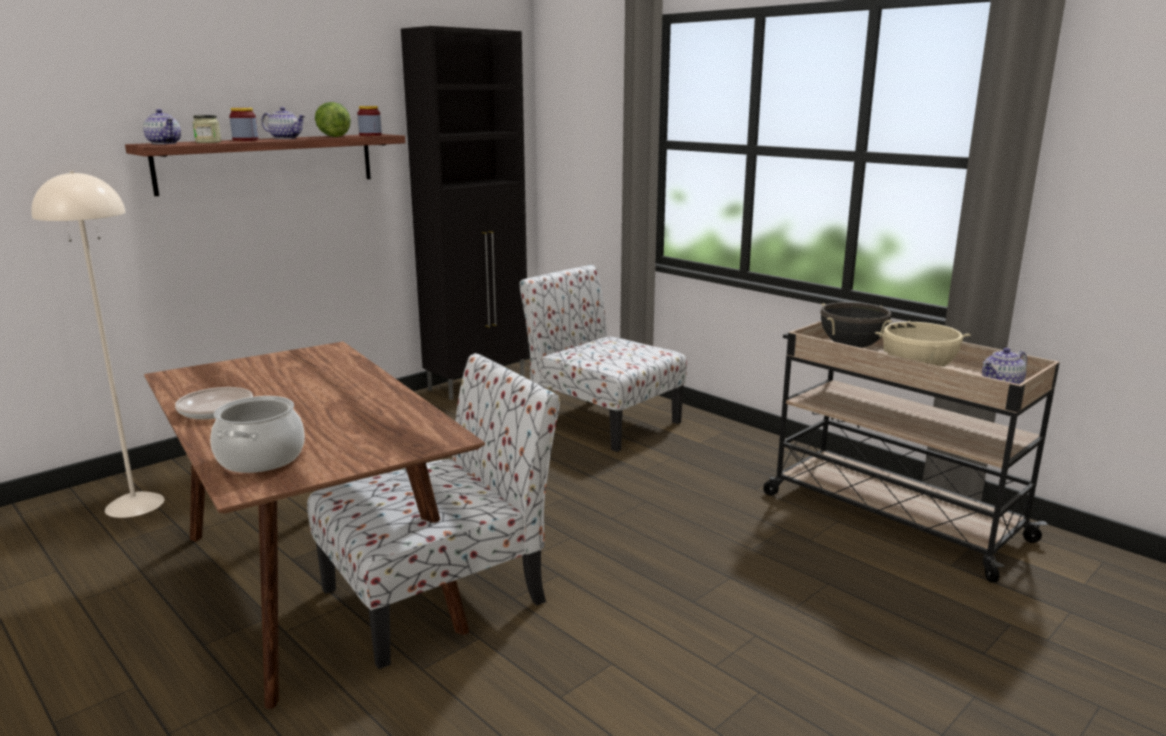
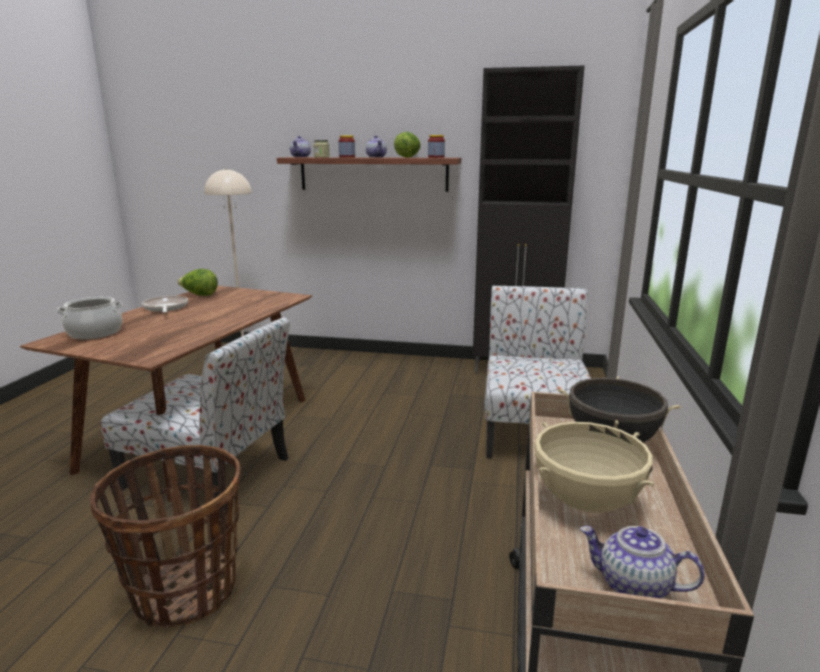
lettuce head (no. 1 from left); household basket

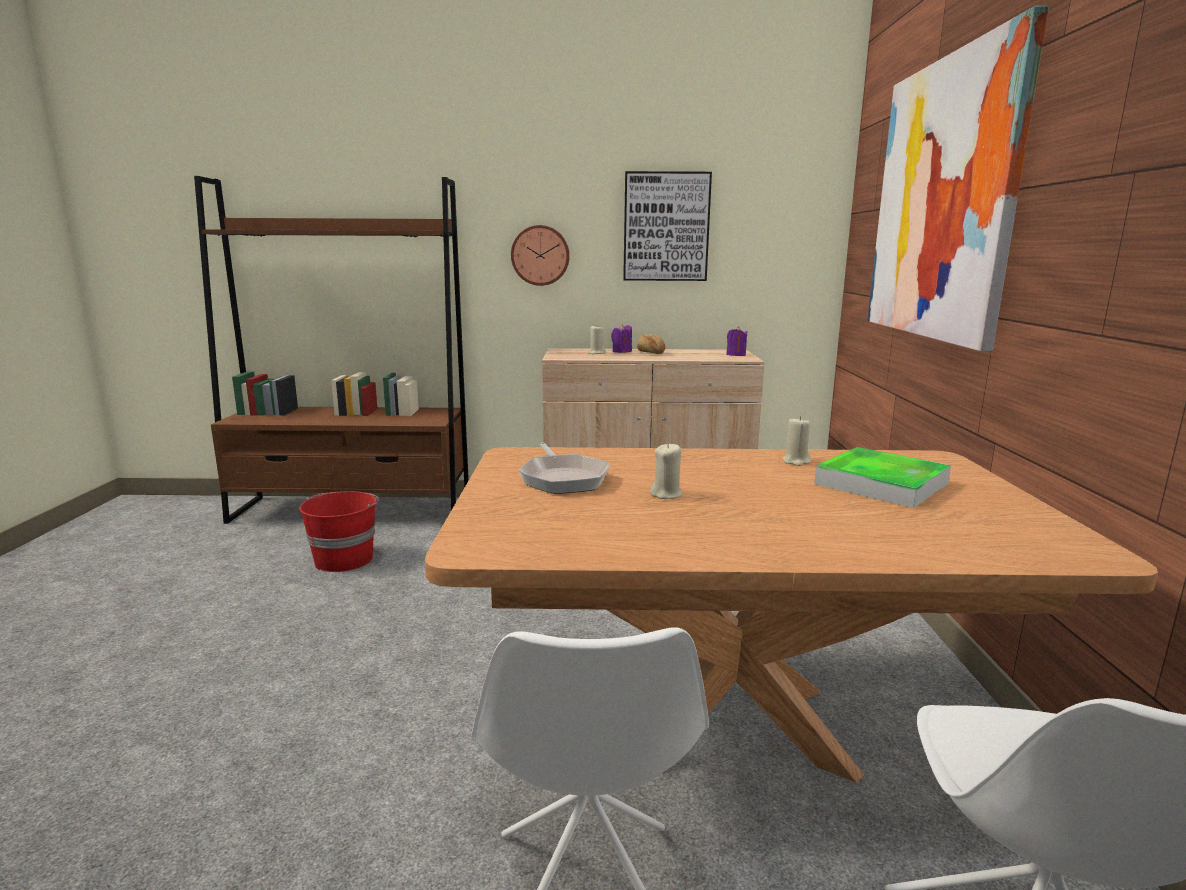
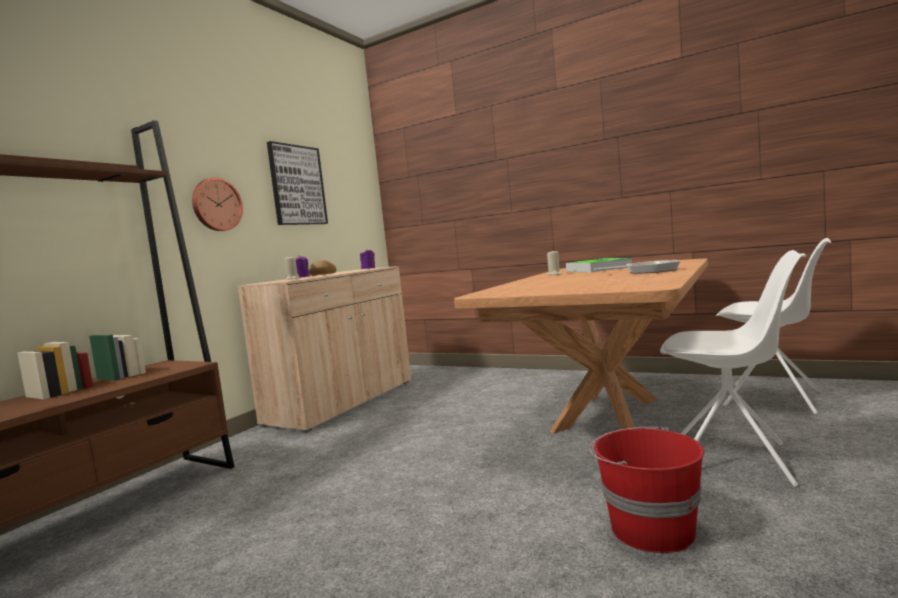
wall art (no. 2 from left in the first image); pan; beige candle (no. 2 from left in the first image); red-coloured water bucket

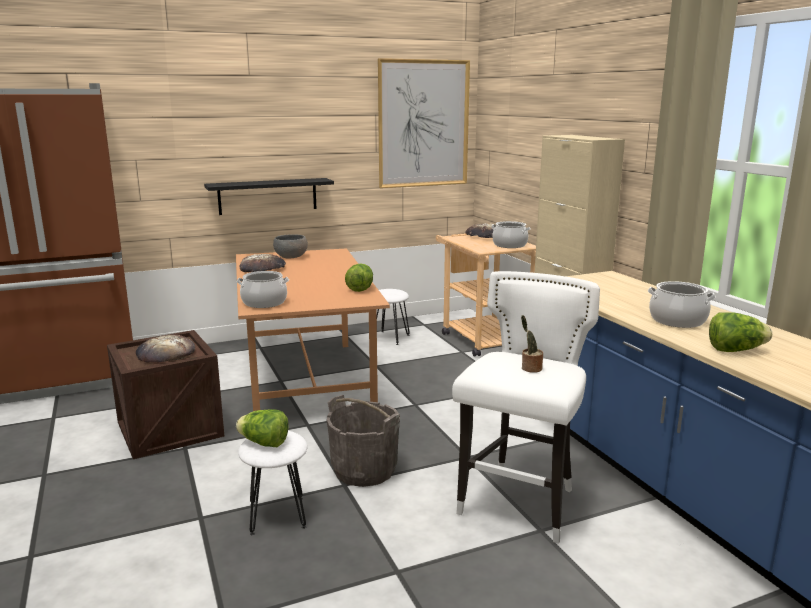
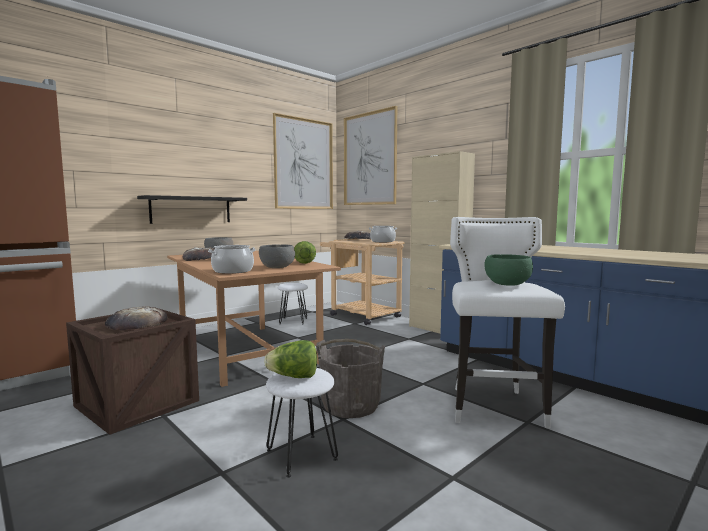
cooking pot (no. 3 from left in the first image); lettuce head (no. 3 from left in the first image); green-coloured serving bowl; wall art (no. 2 from left); grey serving bowl (no. 2 from left)

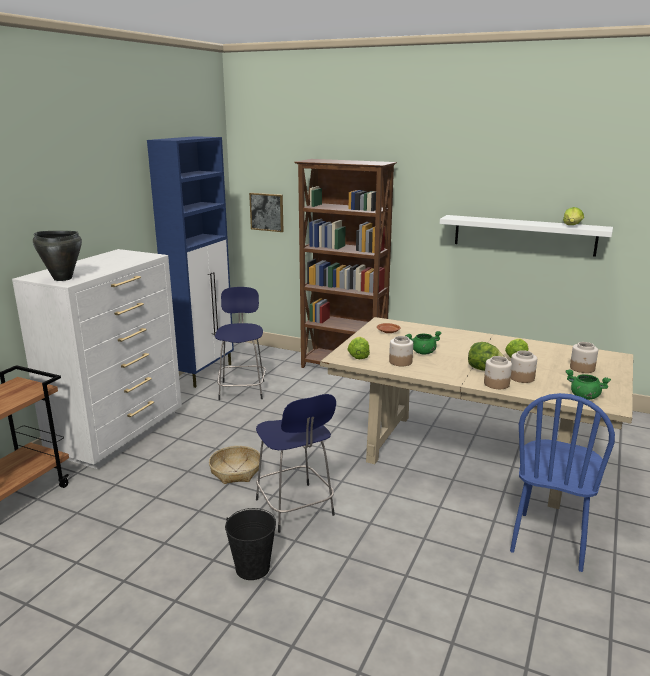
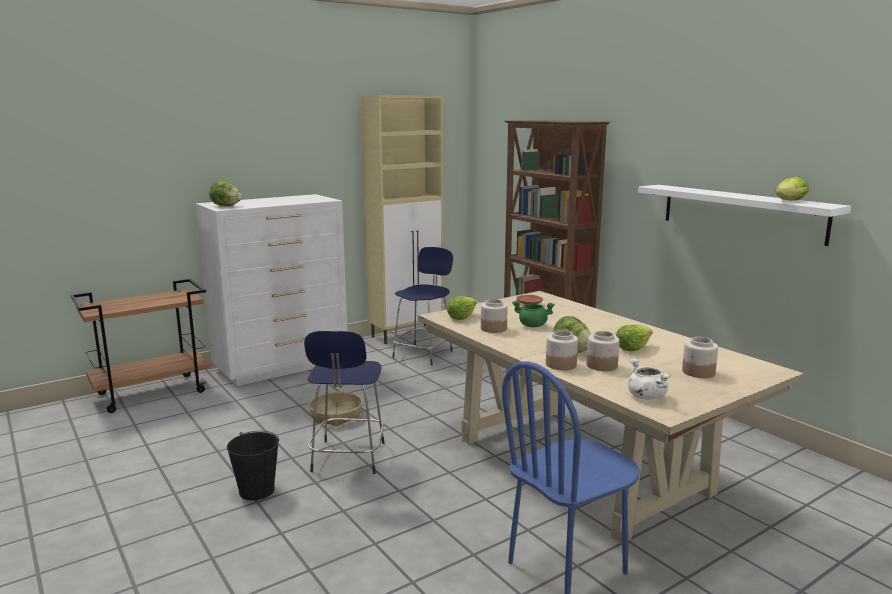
beige storage cabinet; wall art; lettuce head (no. 1 from left); white-coloured cooking pot

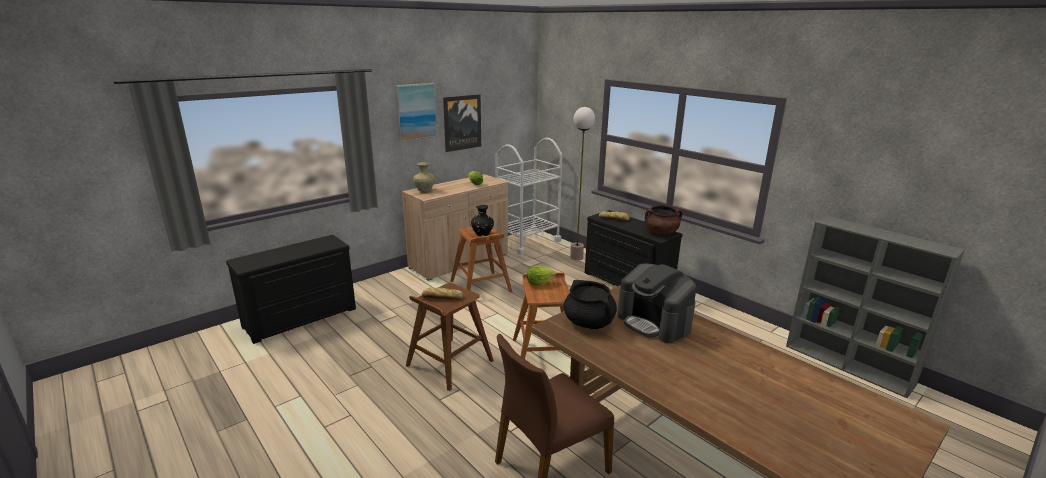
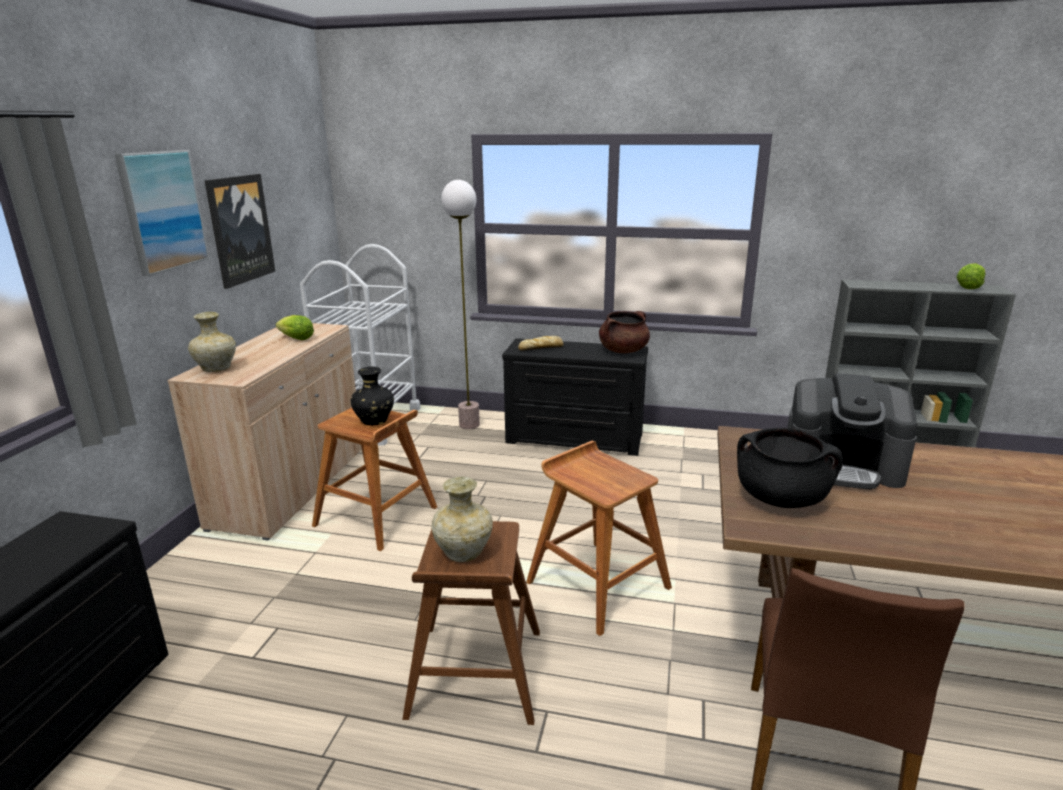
lettuce head (no. 2 from left); beige vase (no. 2 from left)

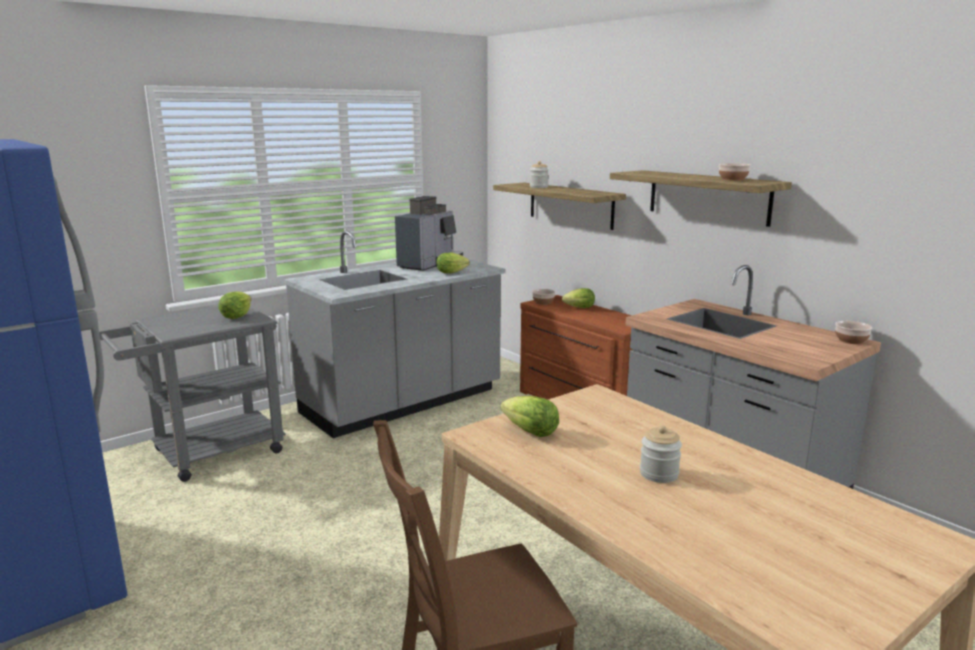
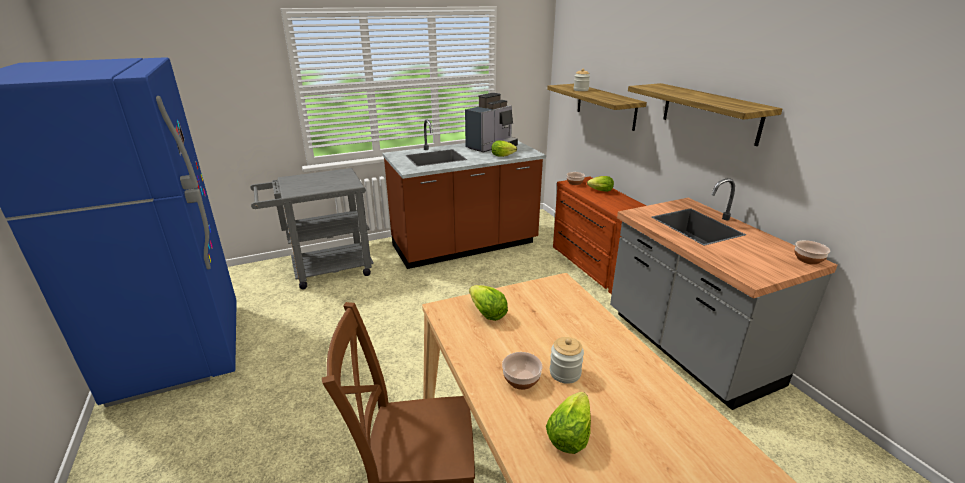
serving bowl (no. 1 from left); brown counter; lettuce head (no. 3 from left)

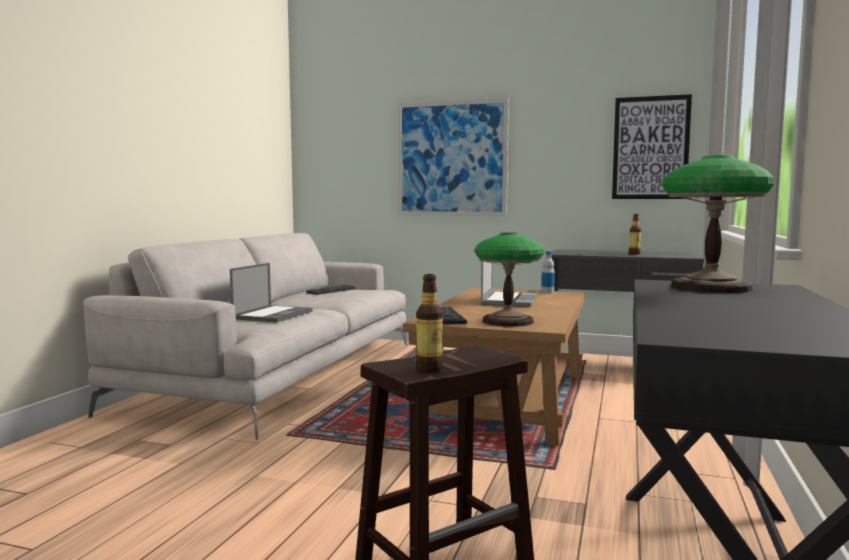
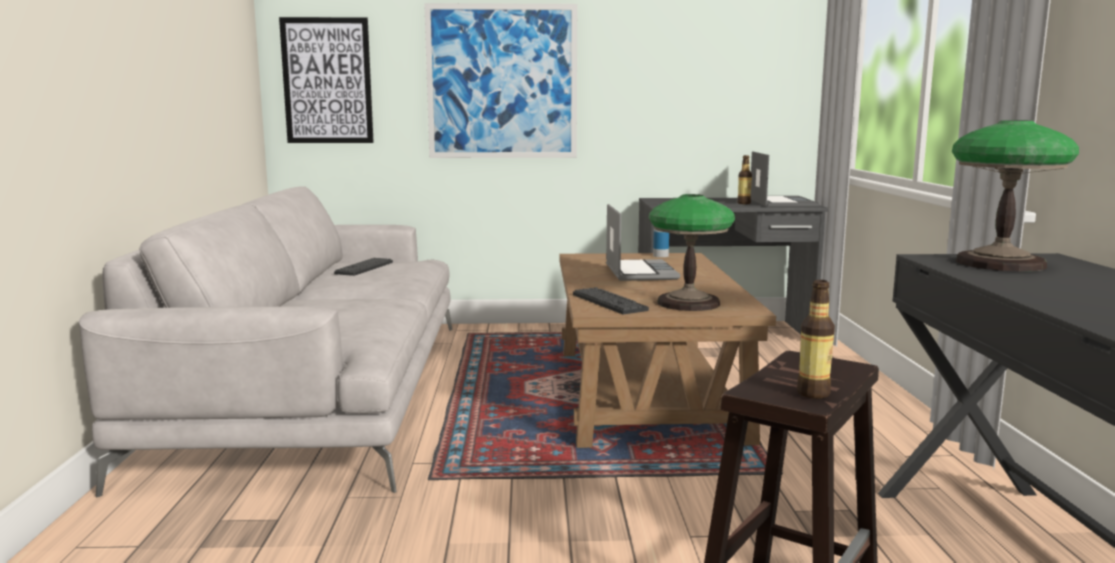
wall art (no. 1 from left); laptop (no. 2 from left)

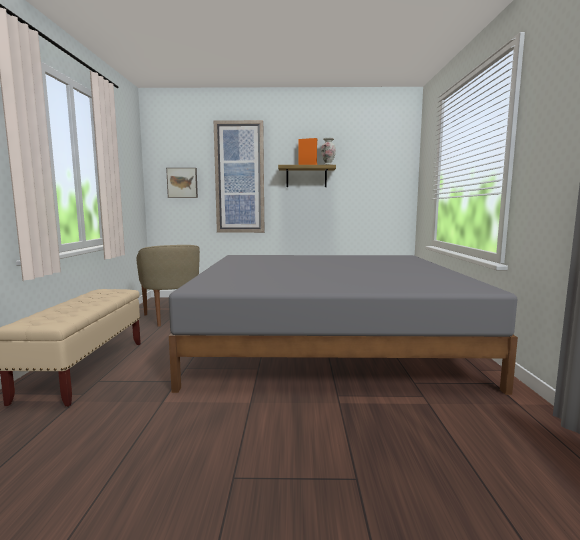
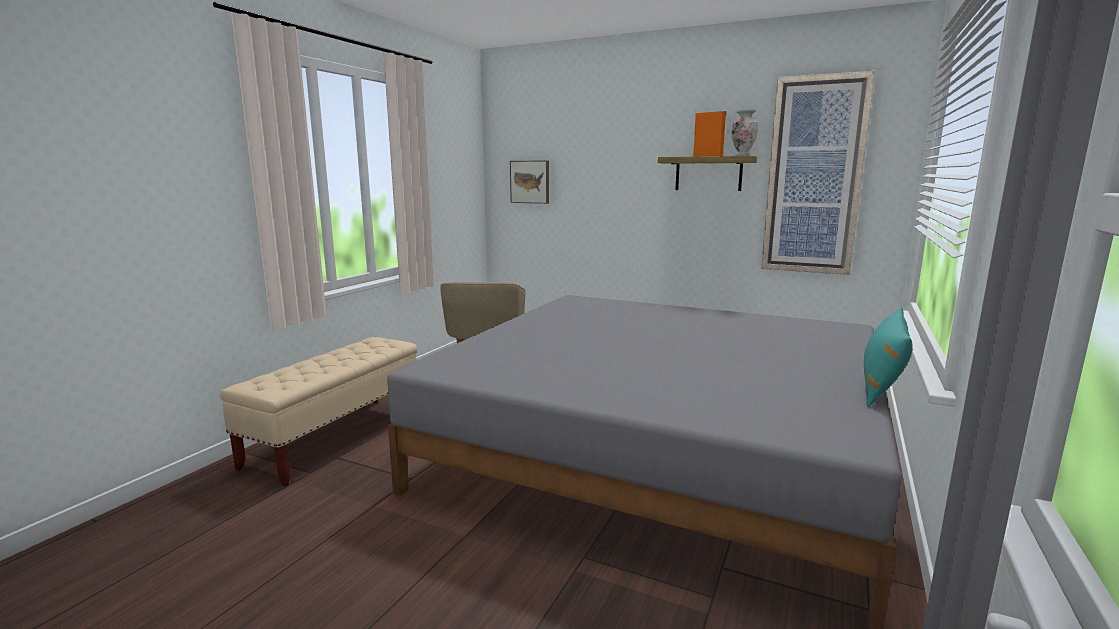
wall art (no. 2 from left); turquoise pillow

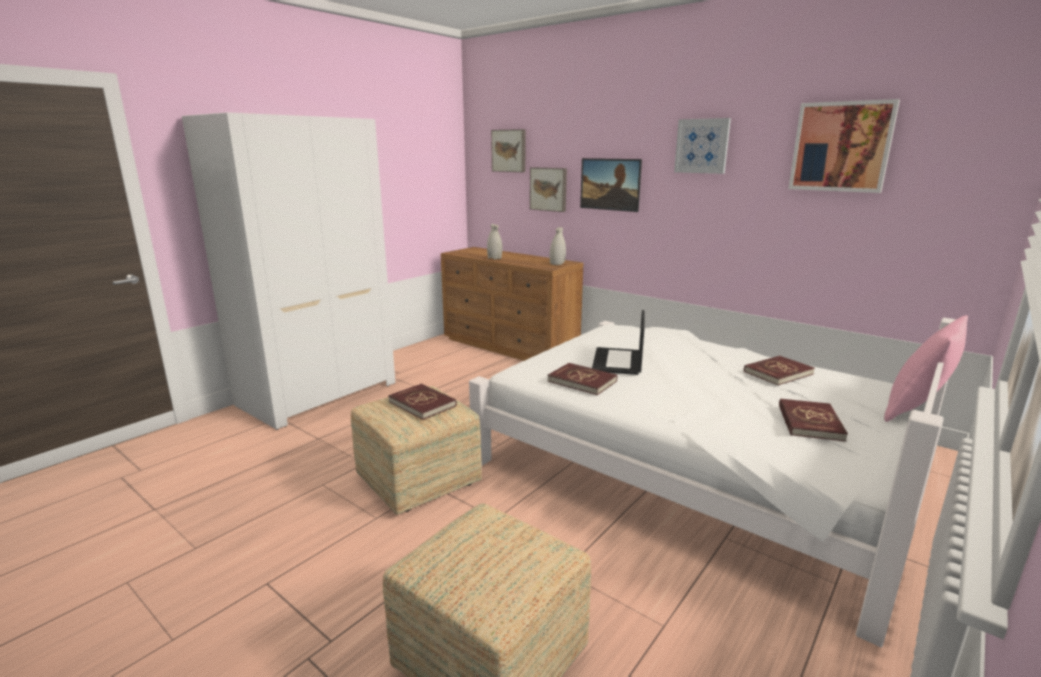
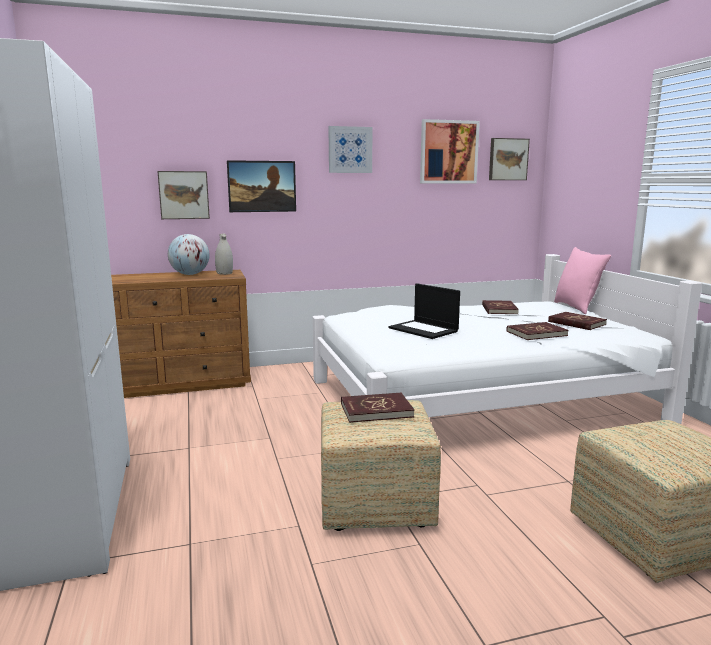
wall art (no. 5 from left); white-coloured vase (no. 1 from left in the first image); red-coloured volume (no. 3 from left); world globe

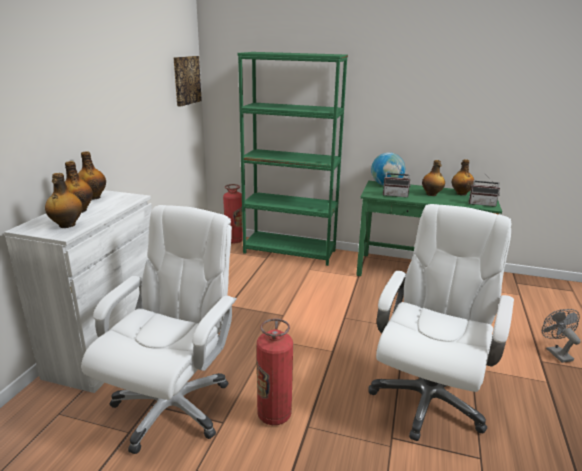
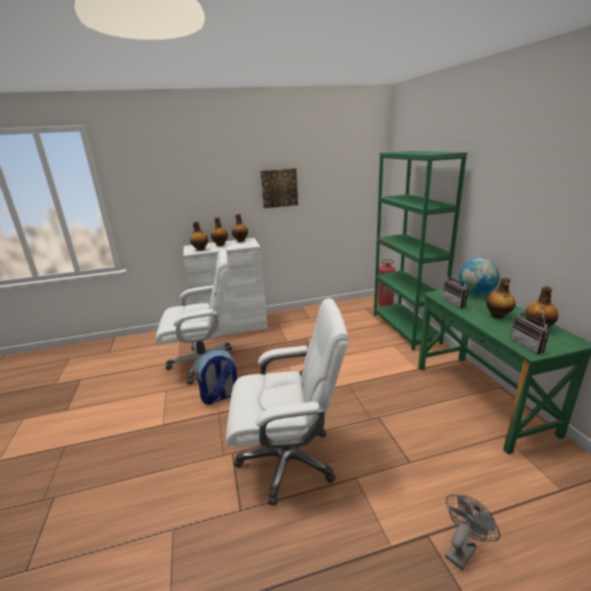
wall art; rucksack

